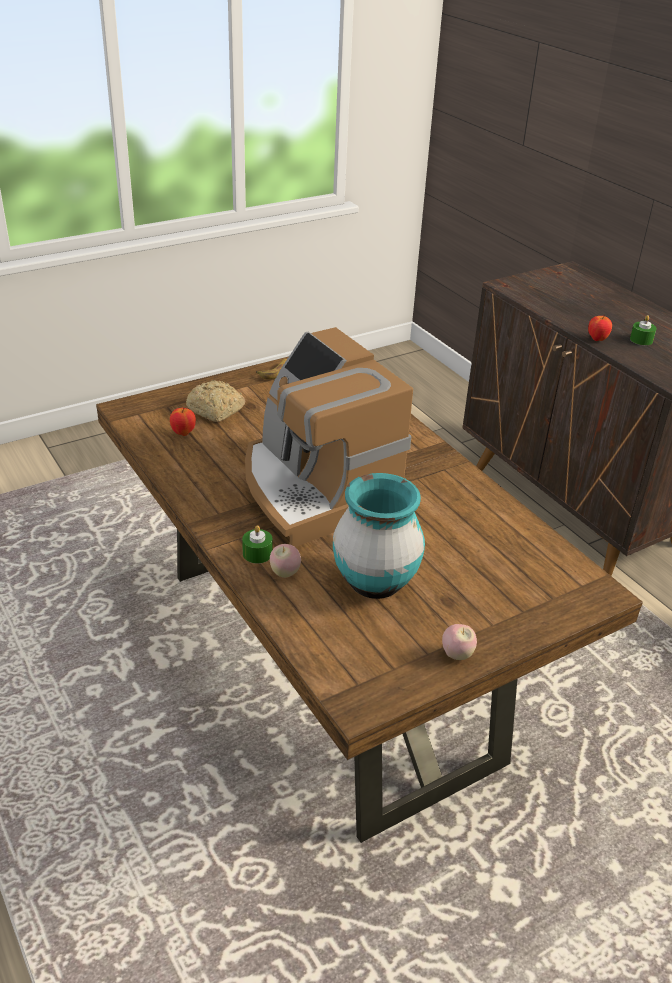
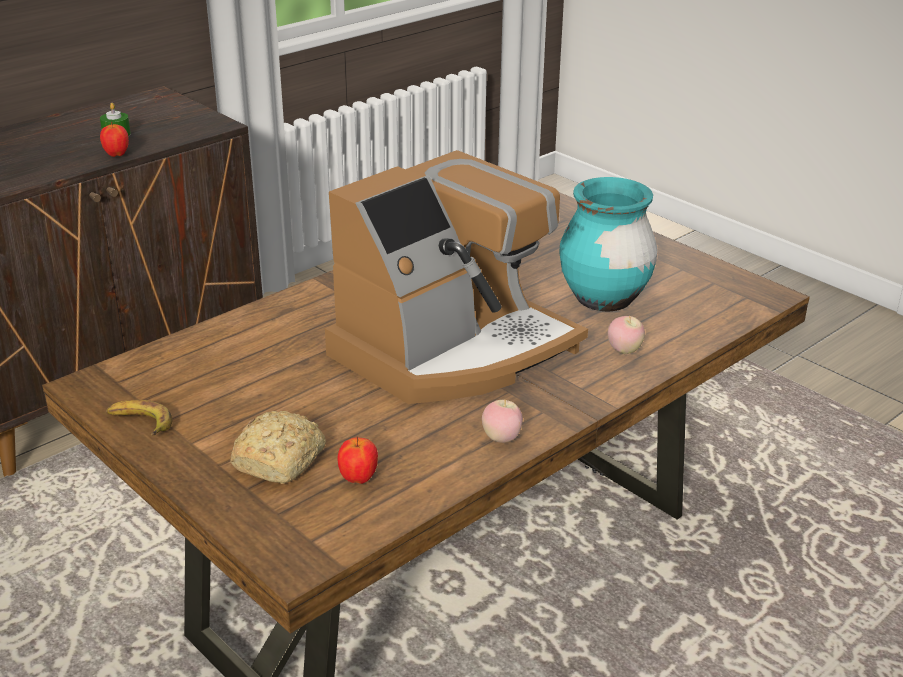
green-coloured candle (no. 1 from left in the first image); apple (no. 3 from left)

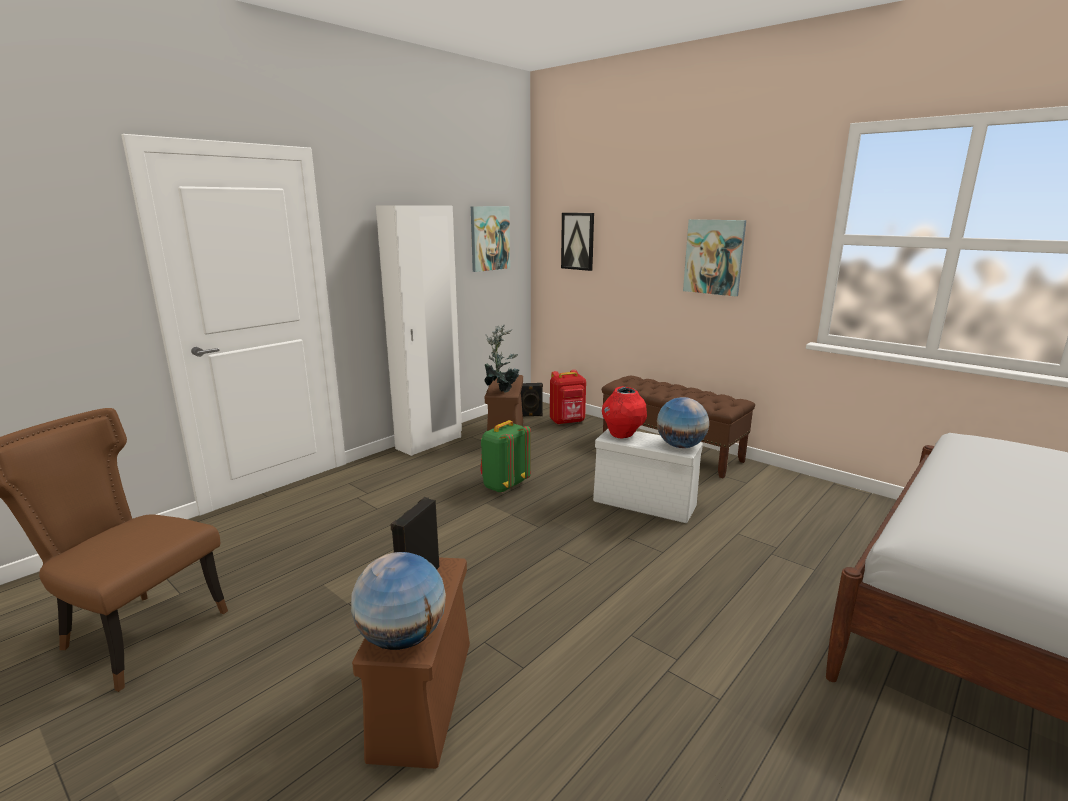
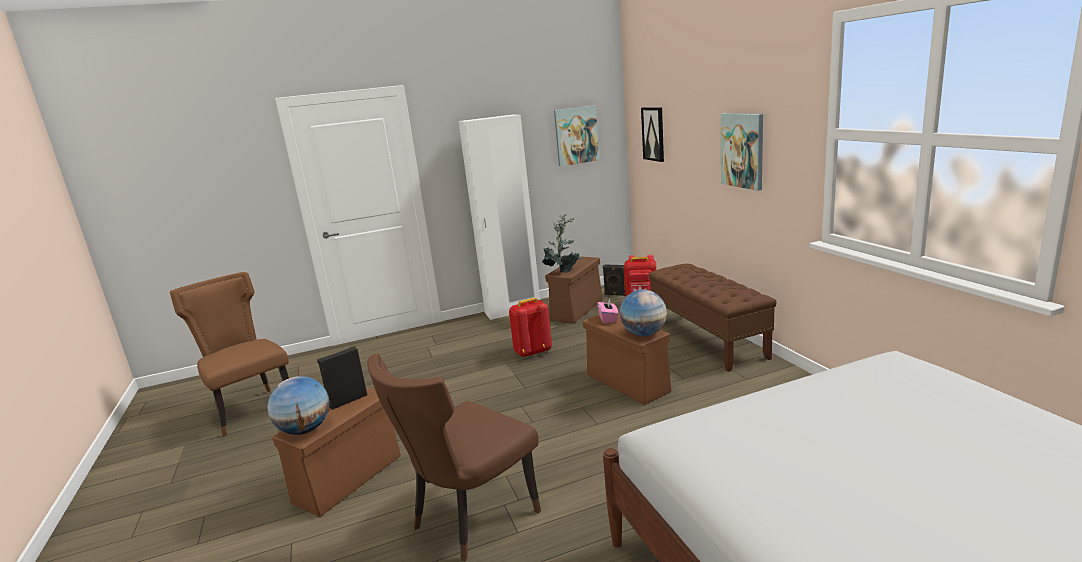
pink-coloured tissue box; red-coloured rucksack (no. 1 from left); brown storage container (no. 3 from left); brown upright chair (no. 2 from left)

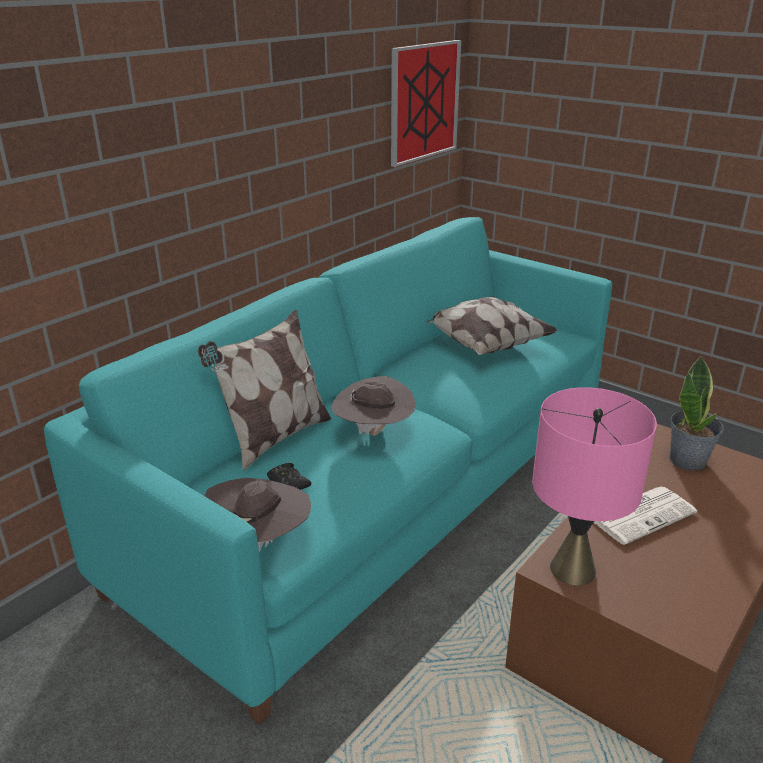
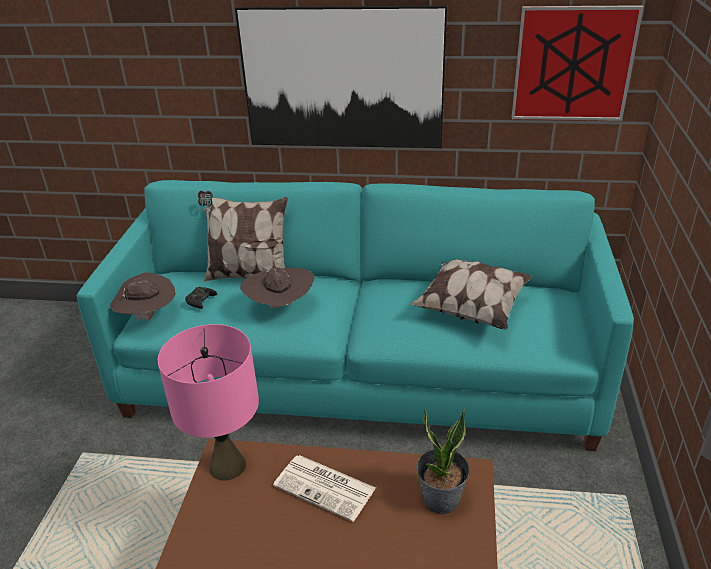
wall art (no. 1 from left)

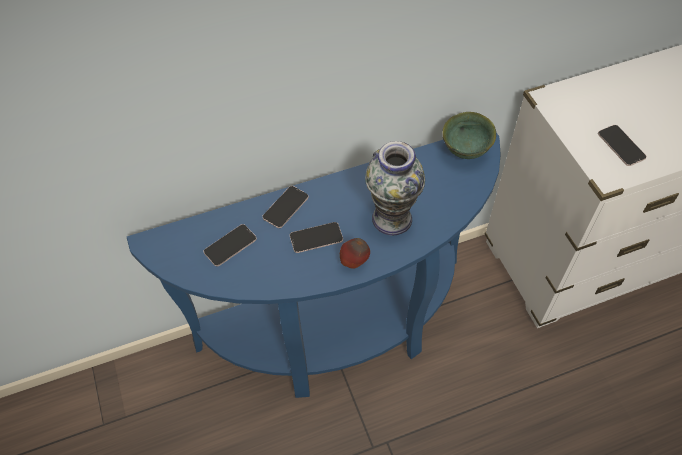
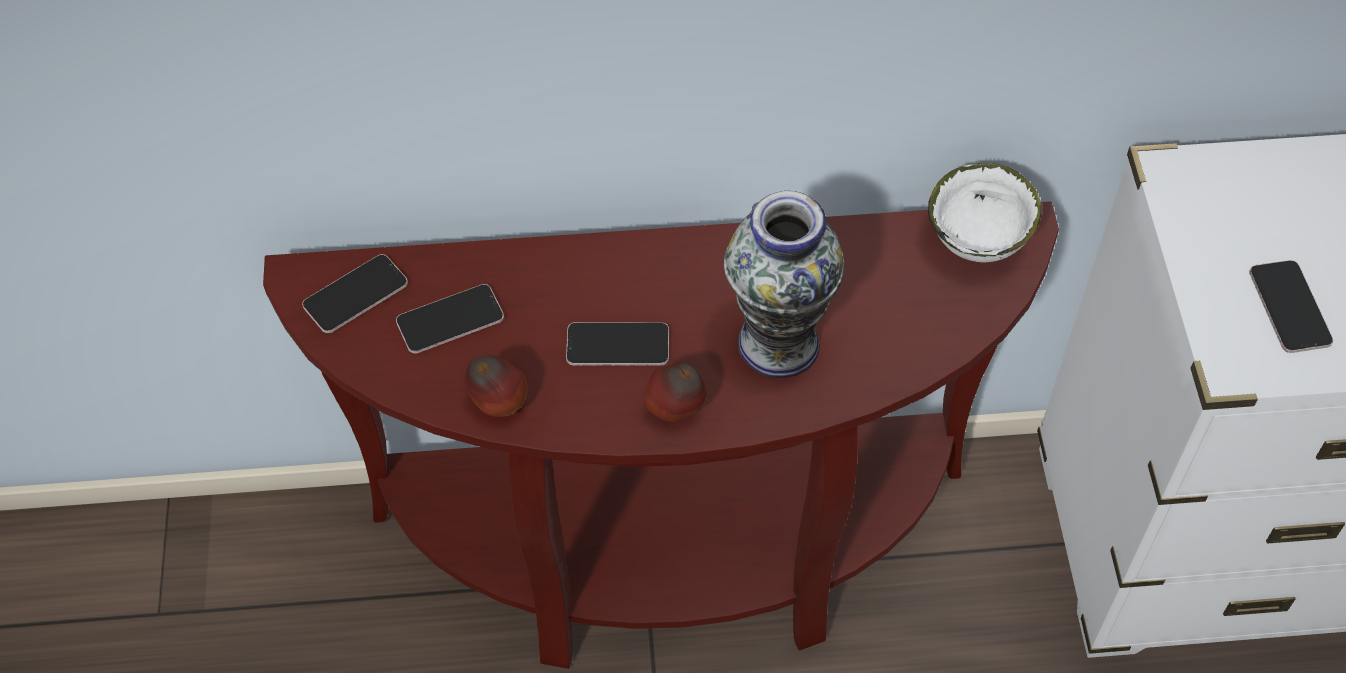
white-coloured serving bowl; brown narrow table; telephone (no. 1 from left); apple (no. 1 from left)

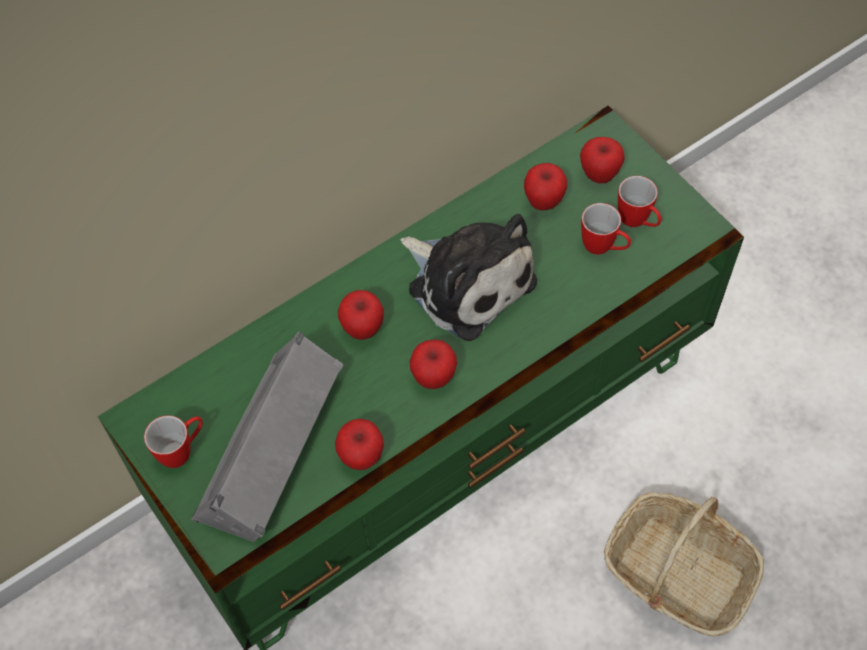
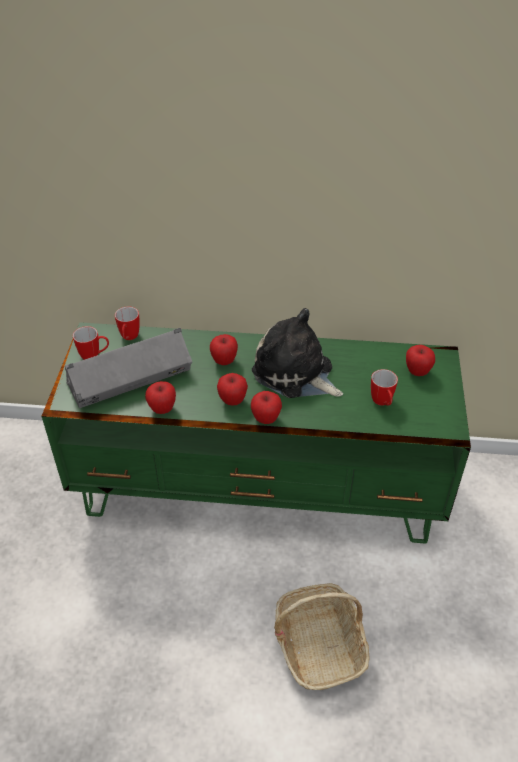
apple (no. 4 from left); mug (no. 2 from left); soft toy

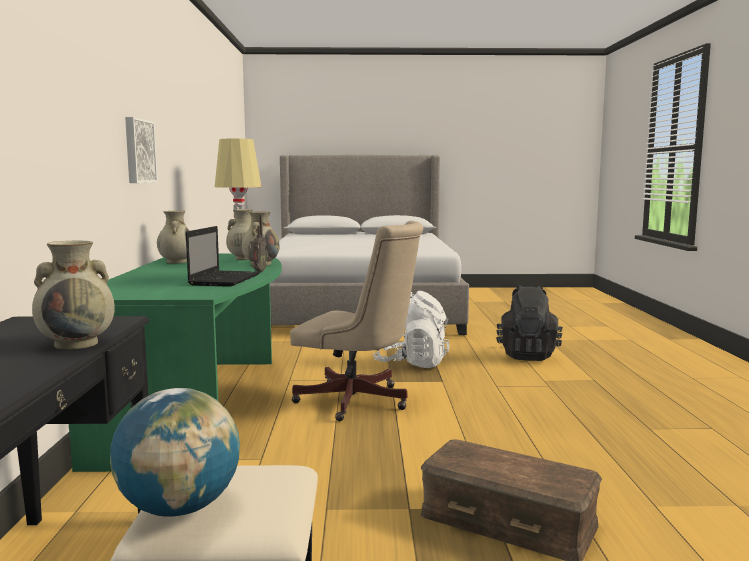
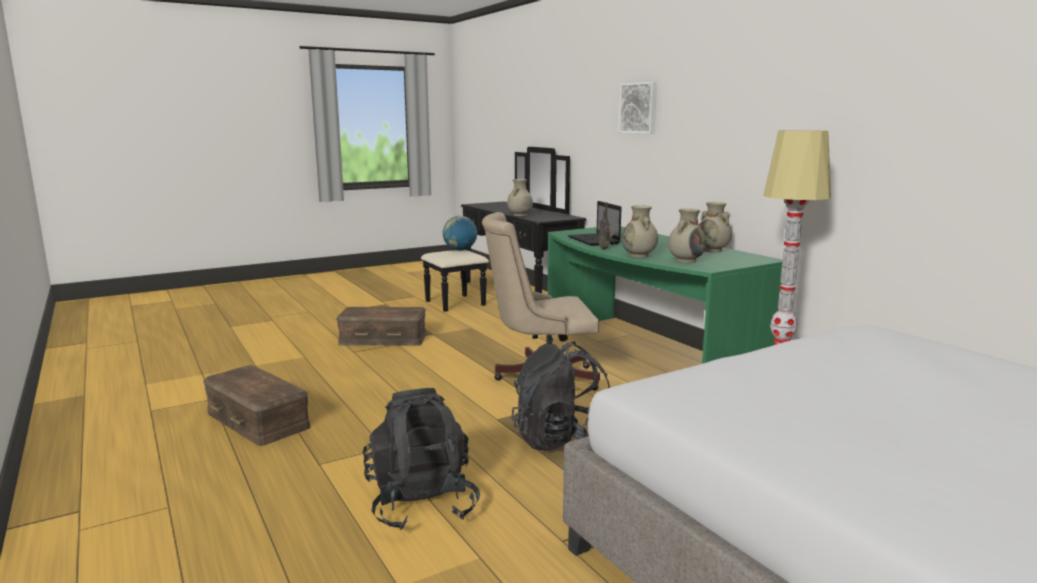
wall art; blackish rucksack (no. 2 from left); brown storage container (no. 1 from left)

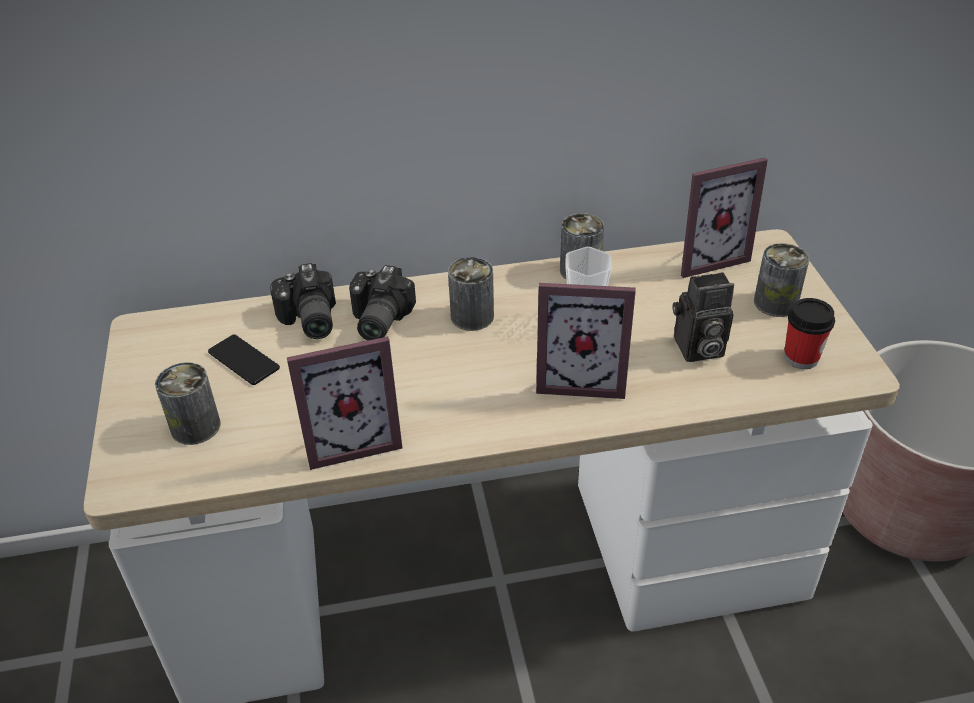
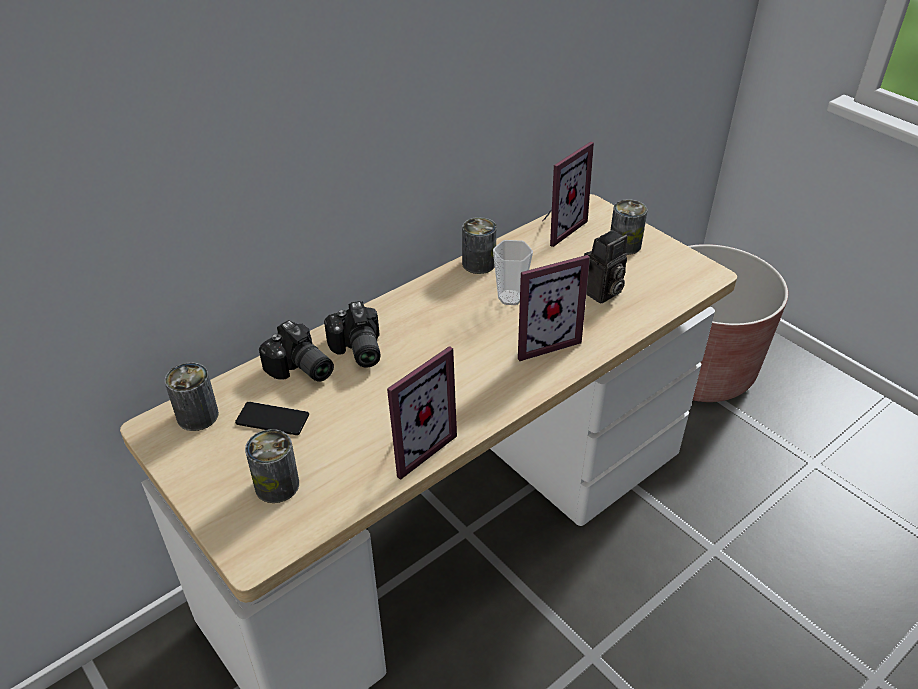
metal can (no. 1 from left); drinking cup (no. 2 from left in the first image)

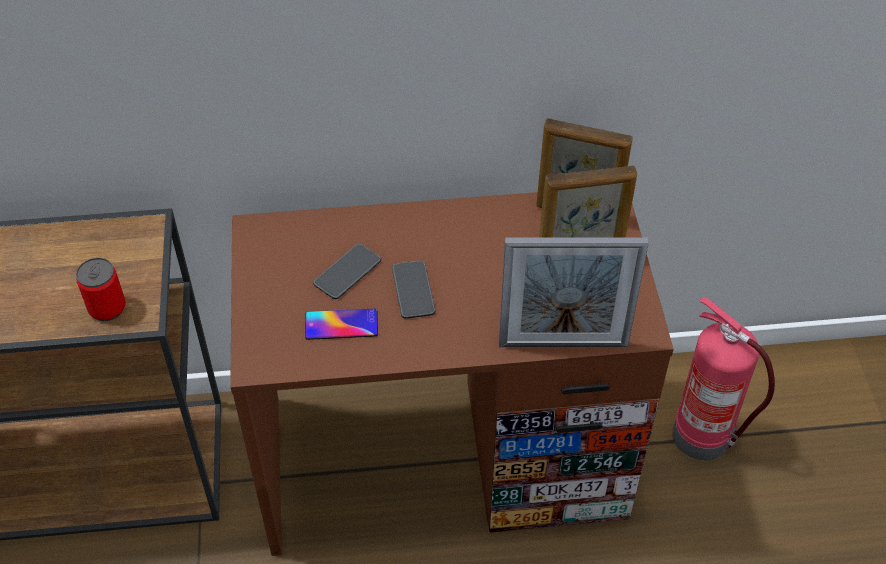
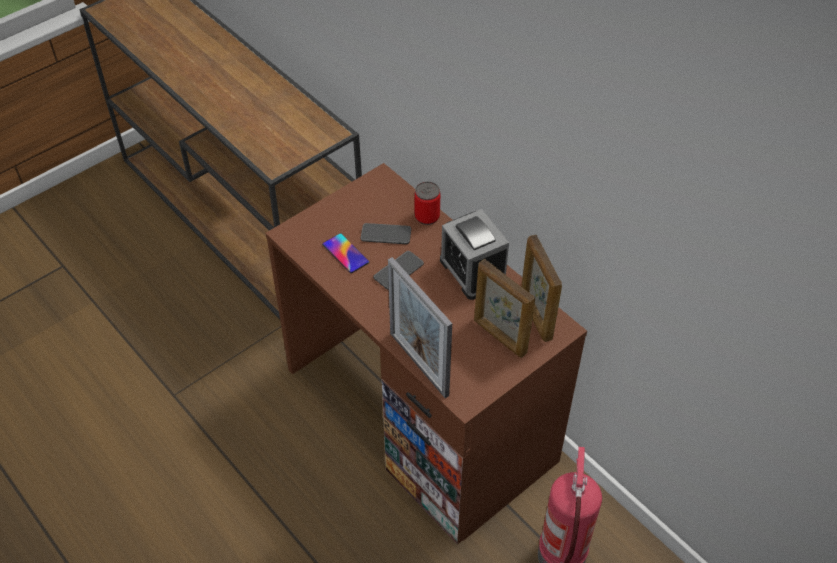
metal can; alarm clock

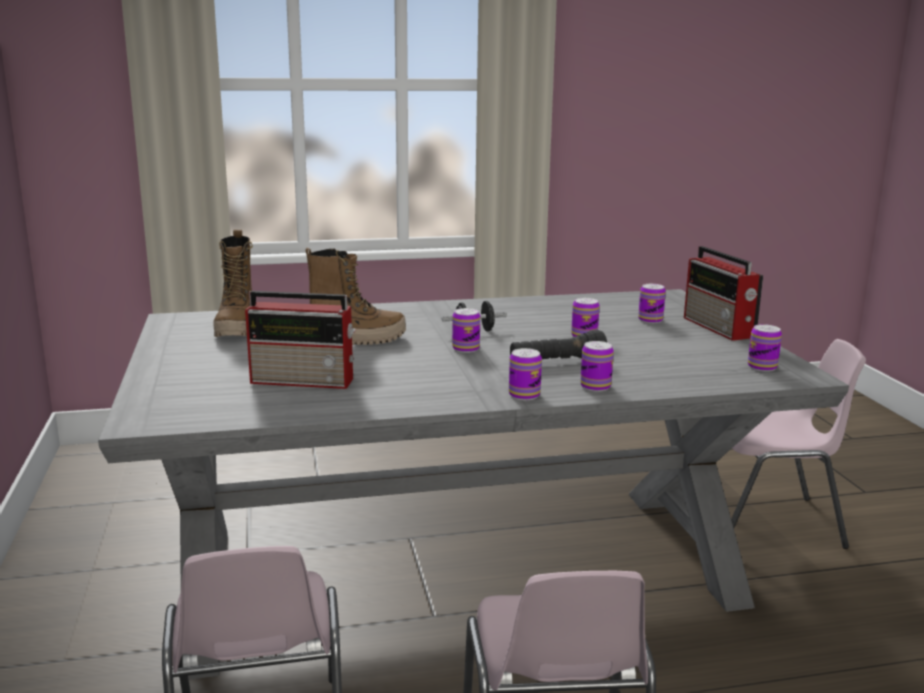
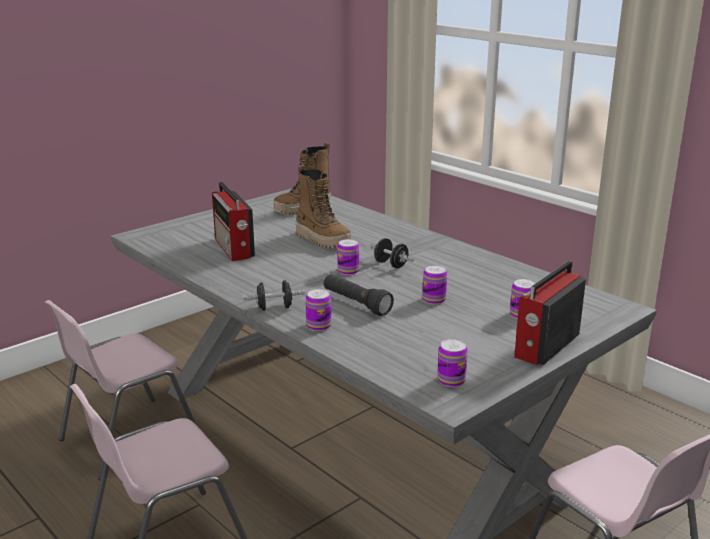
blackish free weight (no. 1 from left)

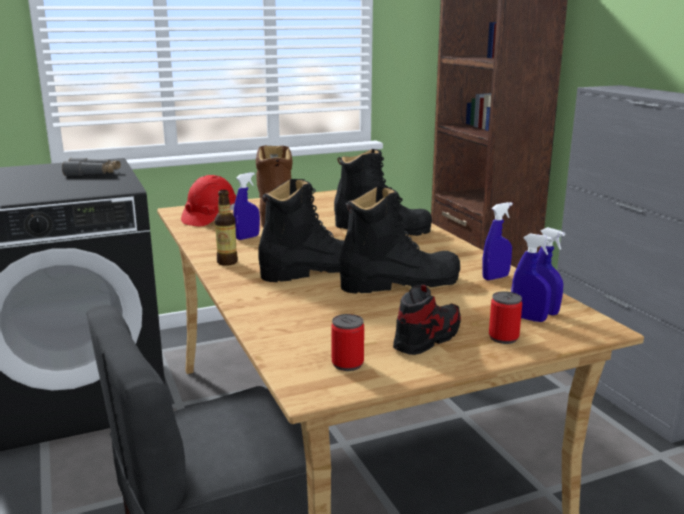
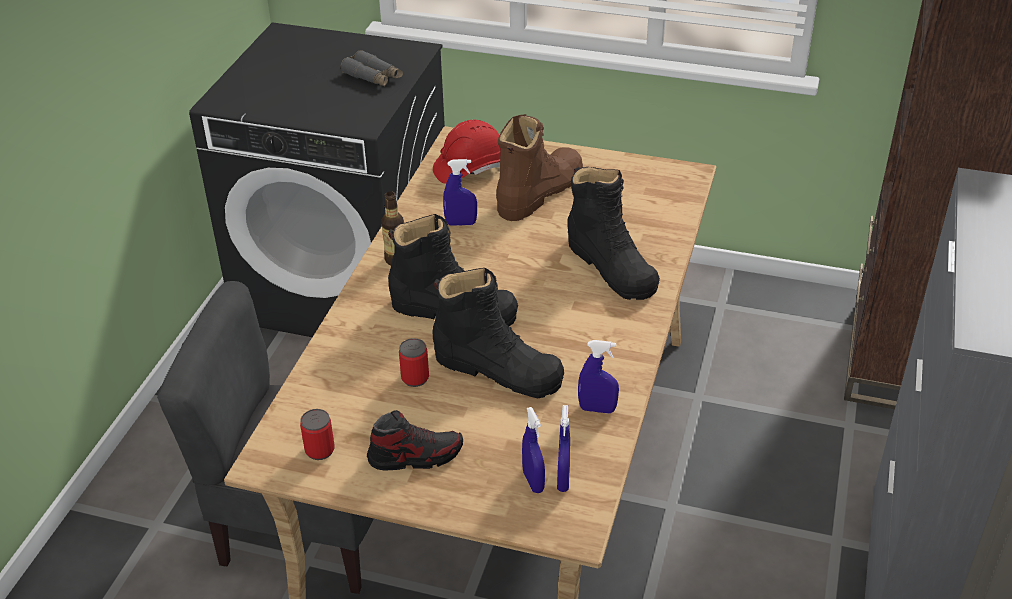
metal can (no. 2 from left)

